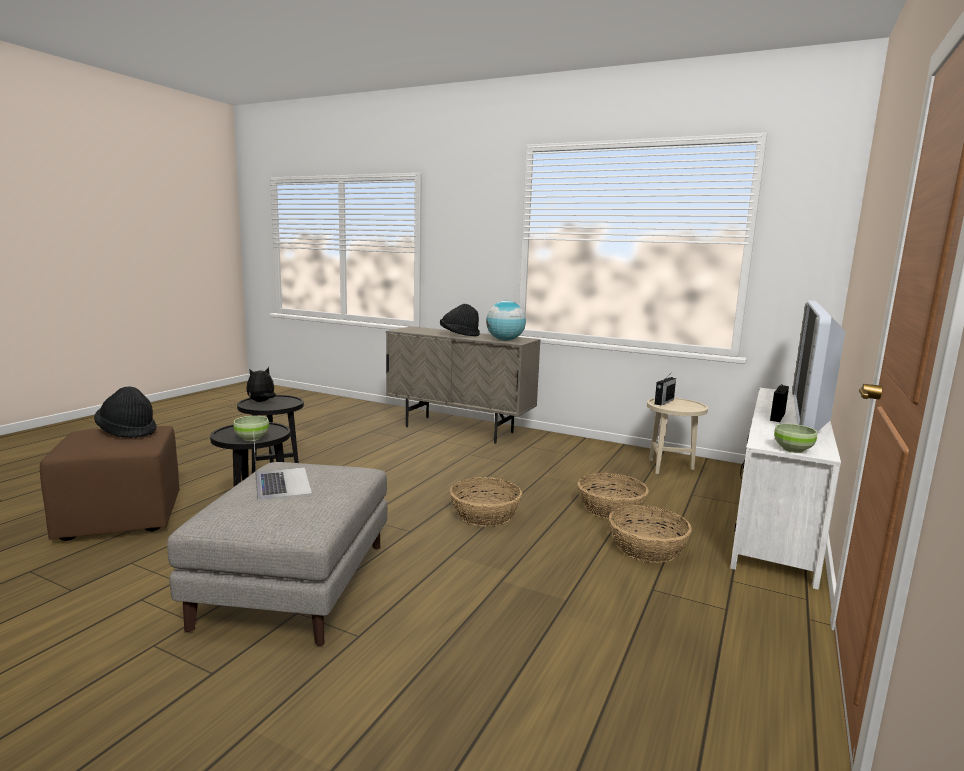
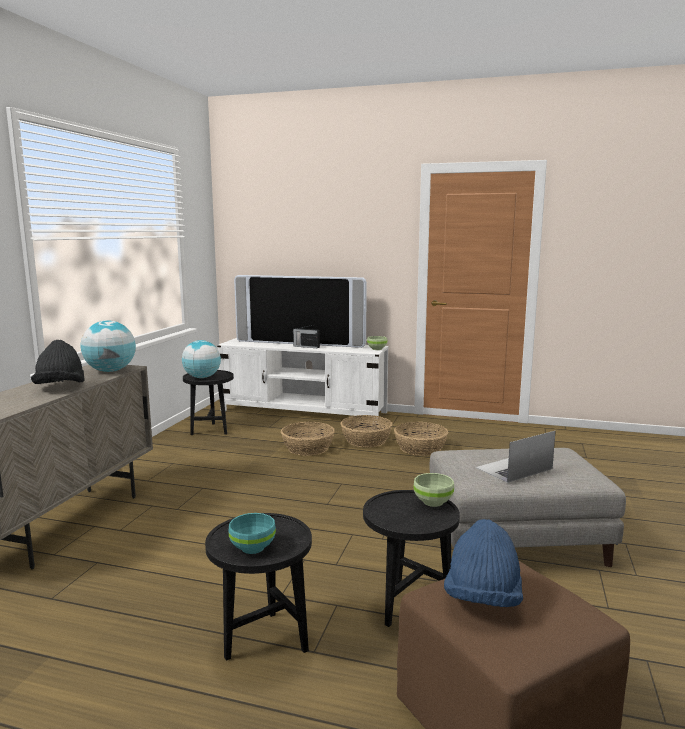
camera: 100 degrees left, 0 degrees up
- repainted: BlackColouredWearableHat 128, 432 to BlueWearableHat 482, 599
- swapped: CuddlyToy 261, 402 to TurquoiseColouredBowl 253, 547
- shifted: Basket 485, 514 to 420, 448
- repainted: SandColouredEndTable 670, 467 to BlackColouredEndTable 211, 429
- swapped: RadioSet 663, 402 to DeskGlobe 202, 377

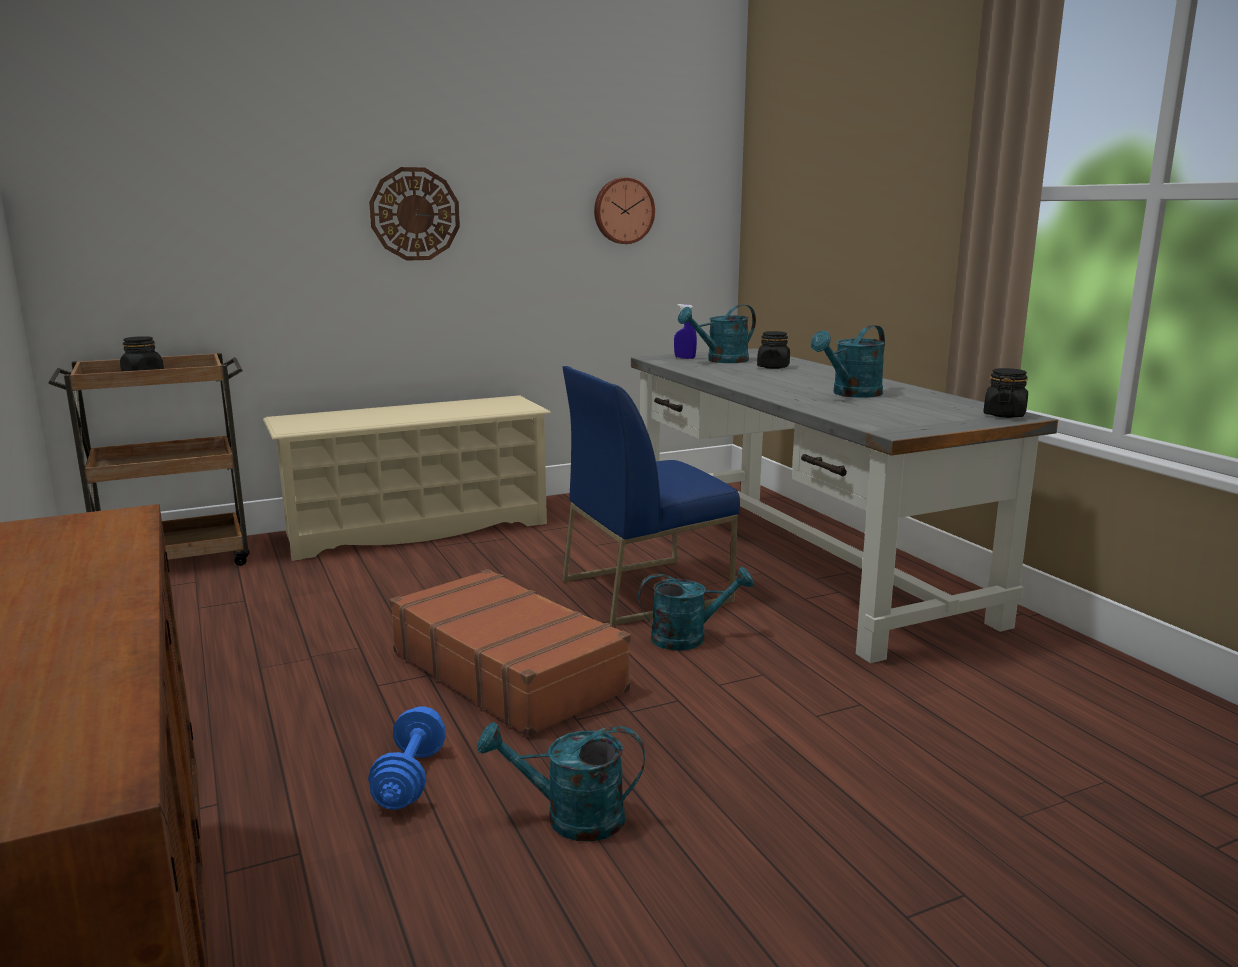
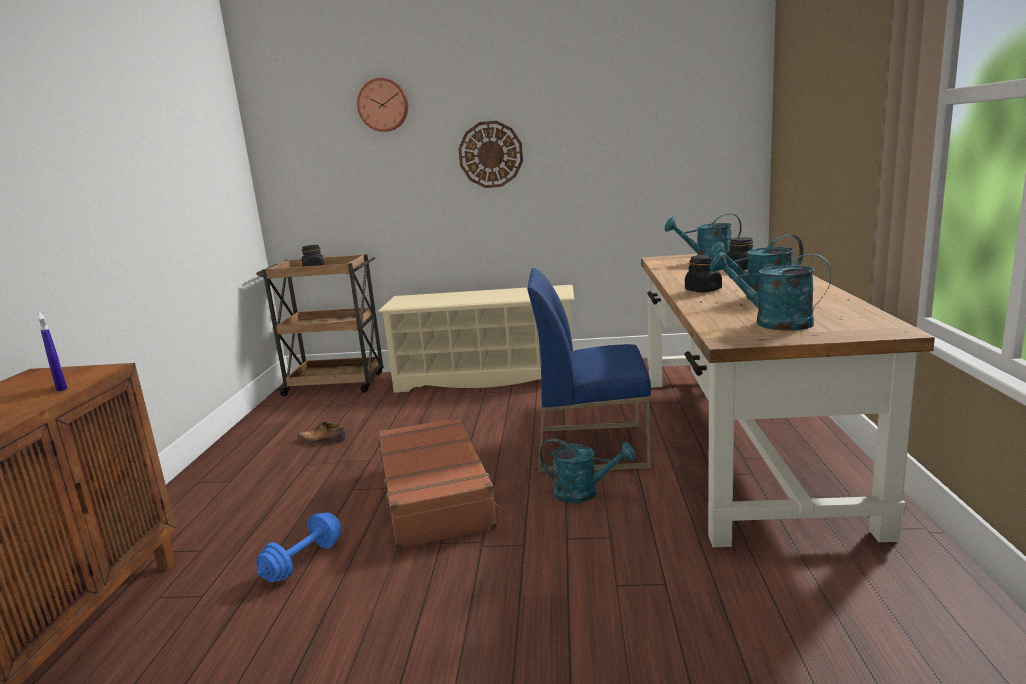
camera: 30 degrees right, 0 degrees up
- shifted: TurquoiseColouredWateringCan 570, 818 to 772, 323
- shifted: WallClock 623, 211 to 383, 105
- repainted: GrayDeskTable 799, 563 to BrownishDeskTable 742, 442
- shifted: BlueHandSprayer 684, 358 to 61, 387
- shifted: BlackColouredPreserveJar 1004, 415 to 703, 290
- new: ItemOfFootwear 323, 440

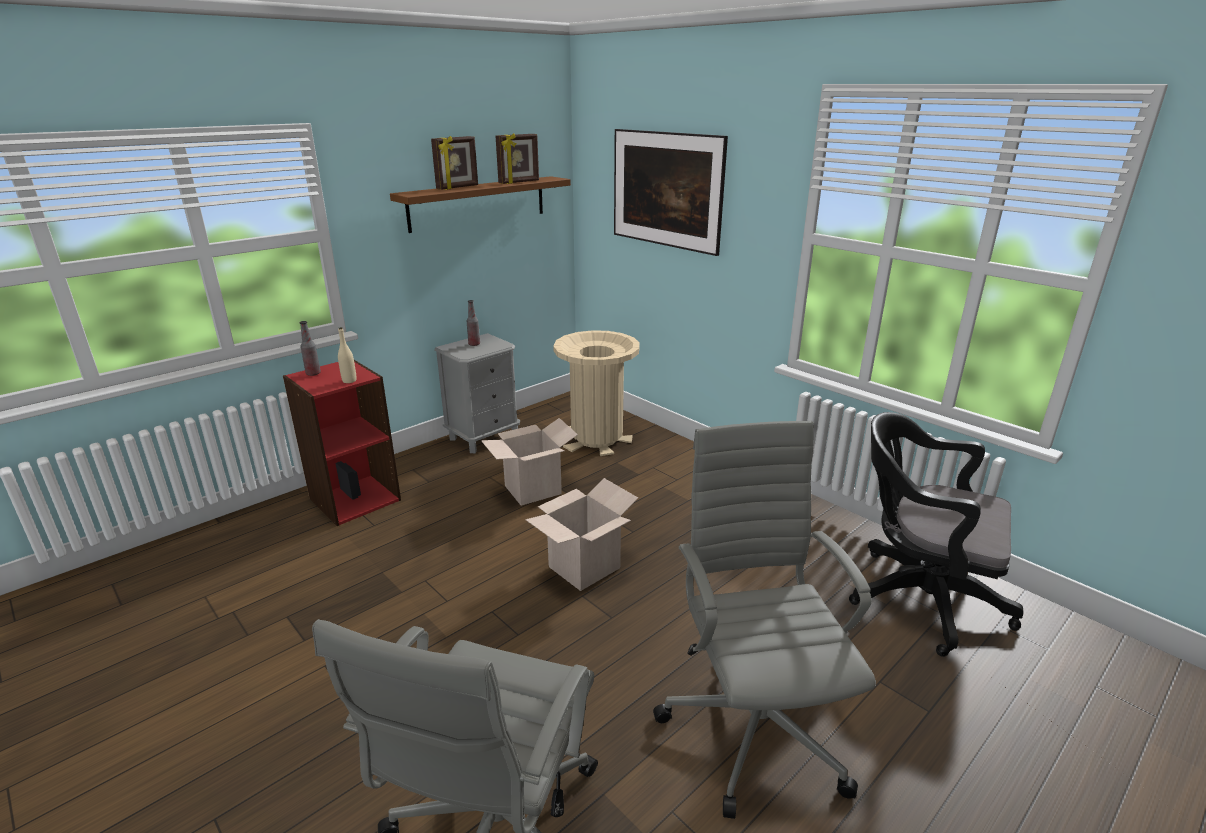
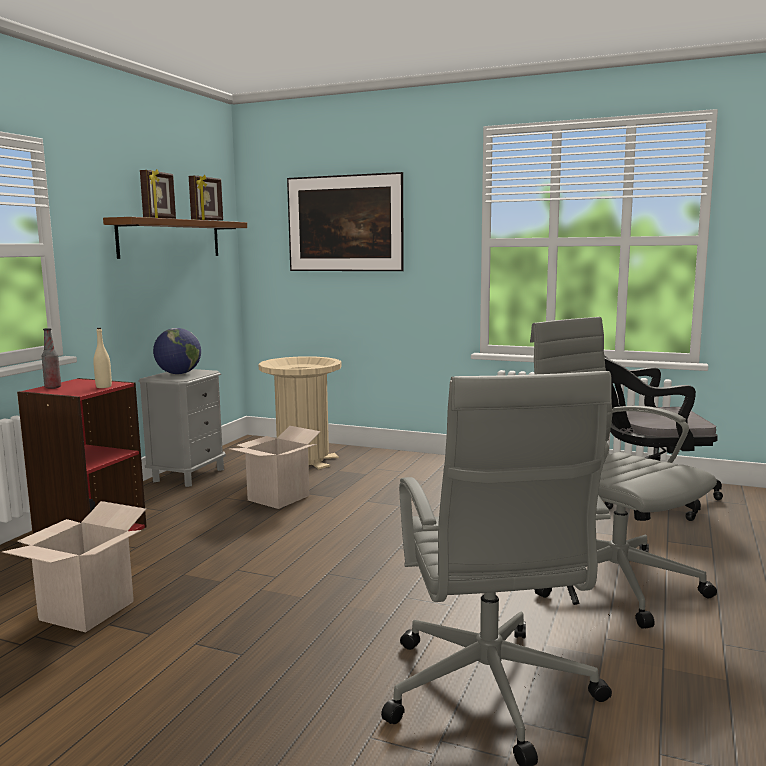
camera: 25 degrees left, 15 degrees down
- swapped: Bottle 474, 344 to DeskGlobe 178, 374
- shifted: PackingBox 584, 567 to 86, 611

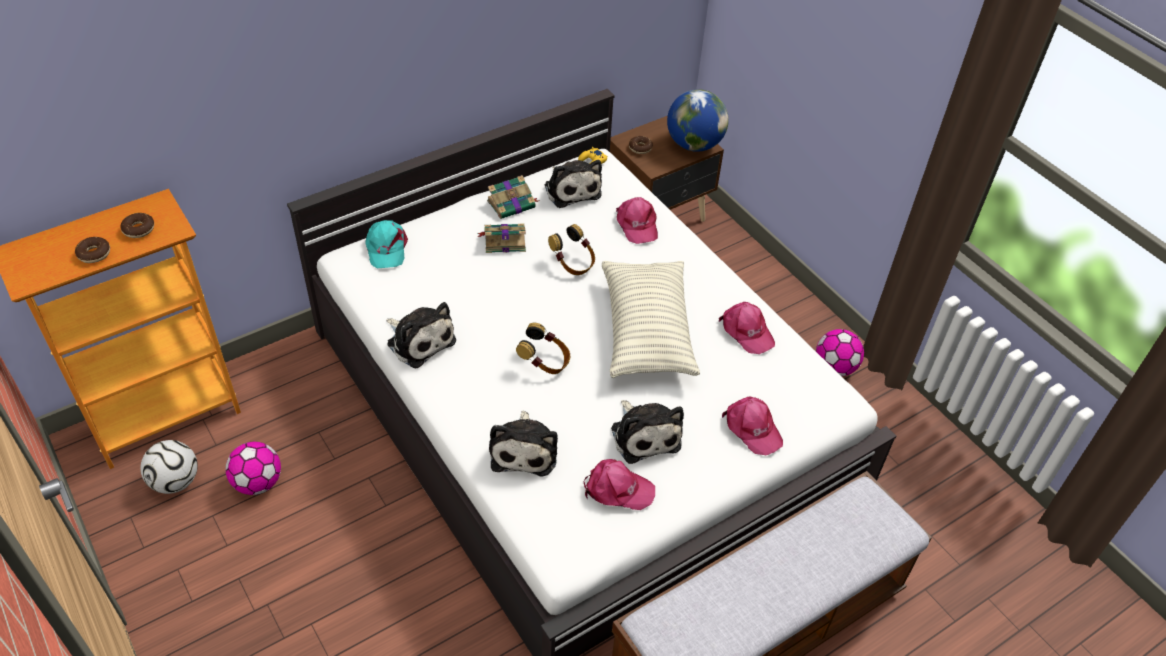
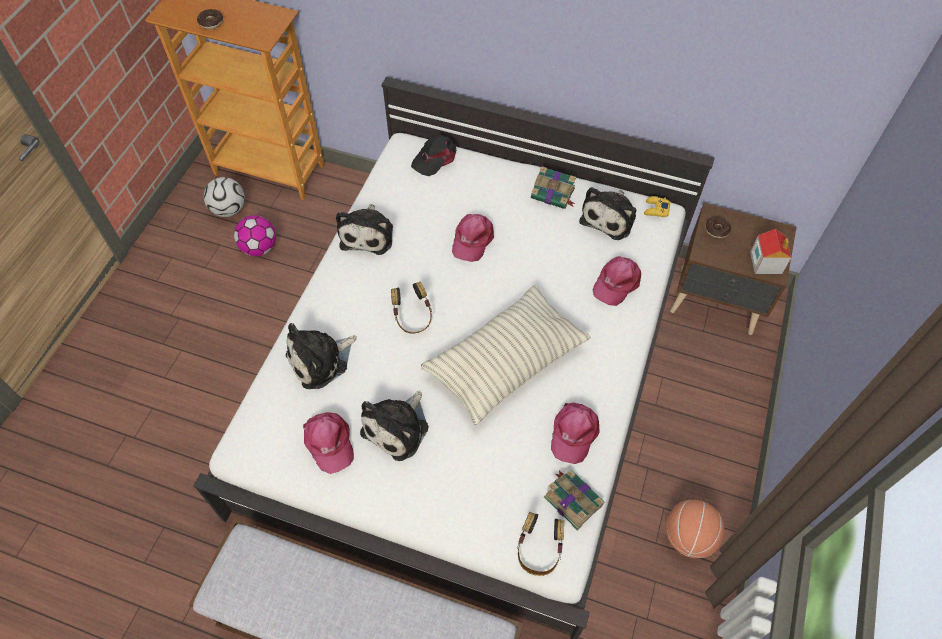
camera: 55 degrees right, 10 degrees up
- gone: RingDoughnut 139, 229
- repainted: TurquoiseColouredBaseballCap 386, 248 to BlackColouredBaseballCap 435, 158
- shifted: Book 503, 240 to 572, 499
- shifted: Headphones 573, 263 to 538, 551
- swapped: DeskGlobe 694, 145 to MiniatureHouse 765, 262
- shifted: PinkishBaseballCap 752, 428 to 472, 239
- swapped: BallForFootball 834, 367 to BasketballBall 688, 536

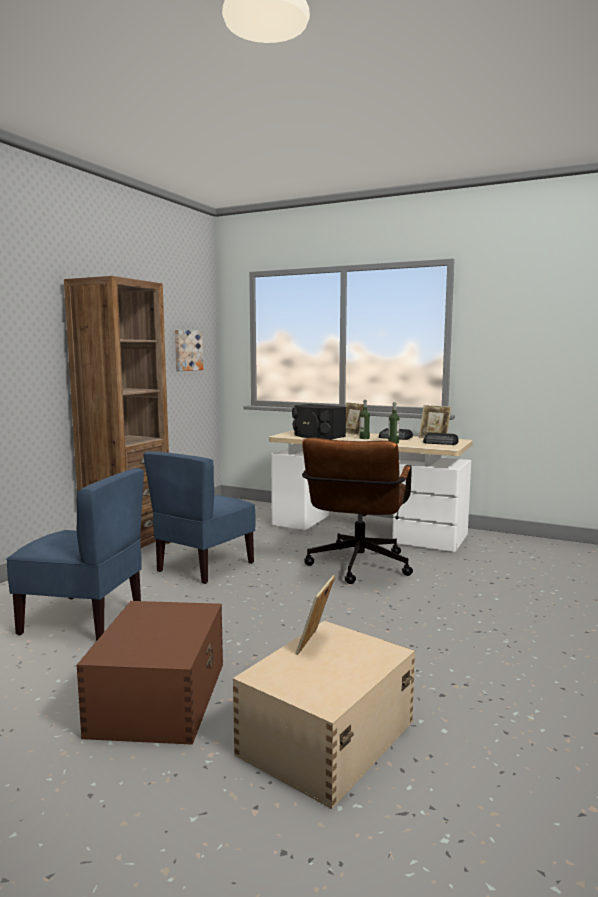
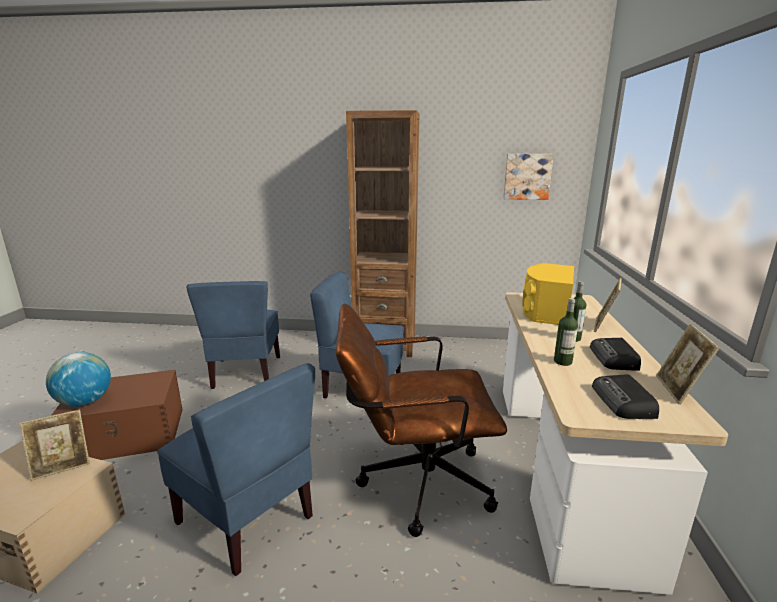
camera: 70 degrees right, 10 degrees up
- repainted: BlackColouredAudioSpeaker 317, 436 to YellowColouredAudioSpeaker 545, 311
- rotated: PictureFrame 315, 643 = 62, 467 150 degrees clockwise
- new: DeskGlobe 85, 402
- new: BlueUprightChair 247, 518

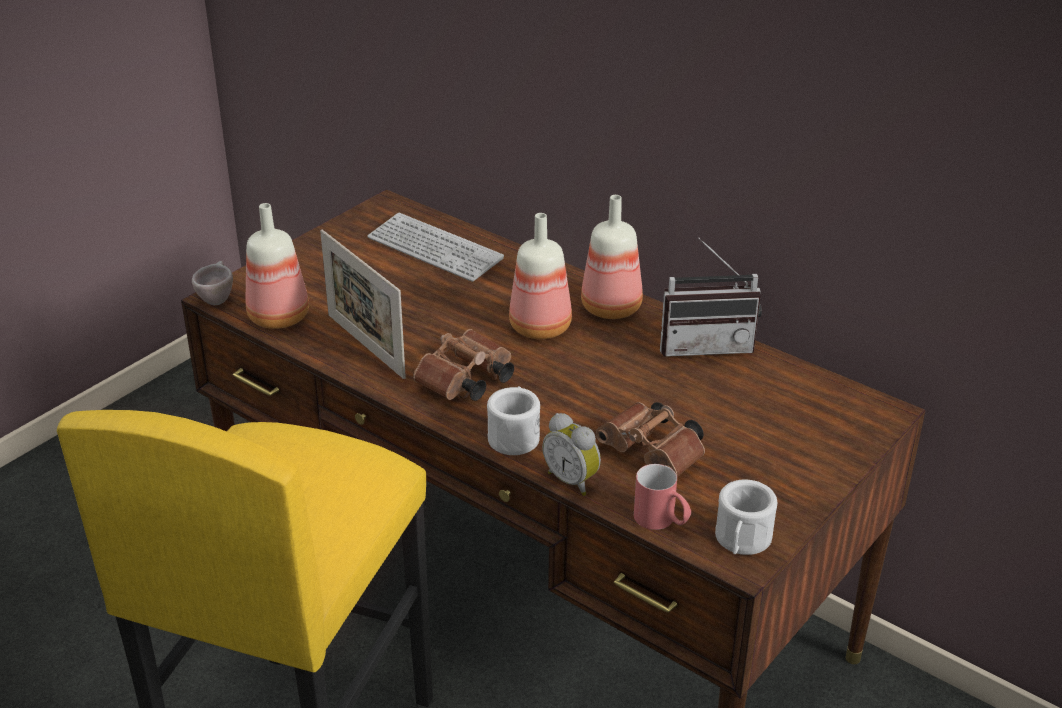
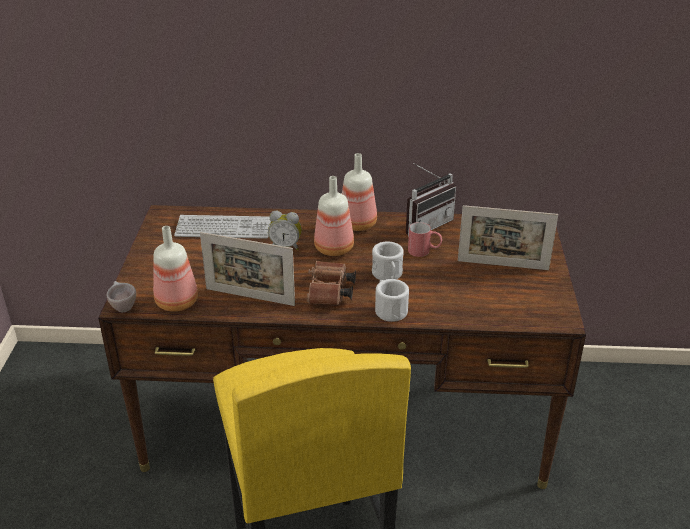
camera: 35 degrees left, 0 degrees up
- shifted: BedsideClock 573, 480 to 286, 246
- gone: BrownishBinoculars 655, 455
- shifted: RedColouredTeaMug 662, 522 to 424, 251
- shifted: WhiteTeaMug 741, 541 to 388, 275
- new: PictureFrame 502, 265

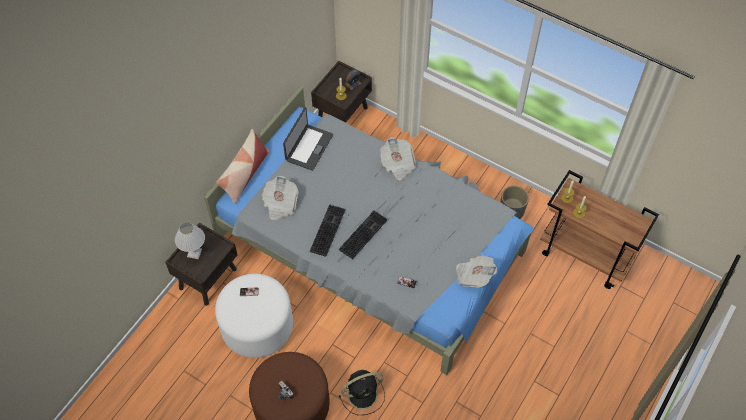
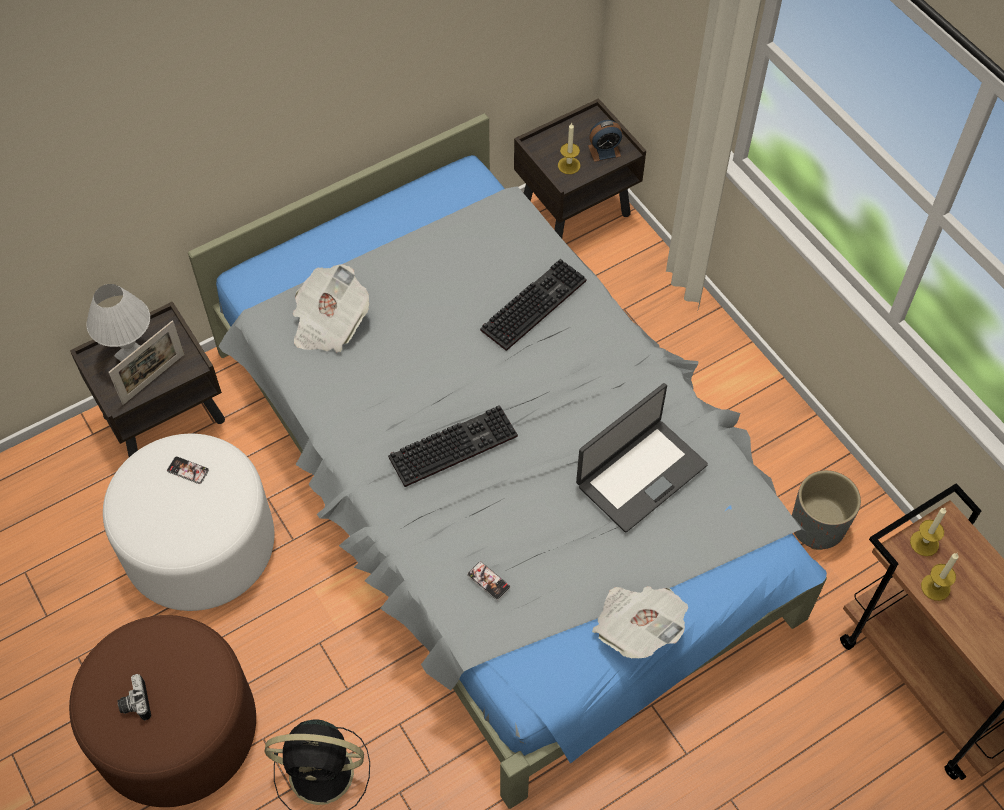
camera: 25 degrees right, 0 degrees up
- gone: Pillow 245, 175
- shifted: Laptop 308, 147 to 640, 474
- shifted: ComputerKeyboard 327, 229 to 533, 303
- gone: PrintedPaper 397, 164
- new: PictureFrame 153, 379

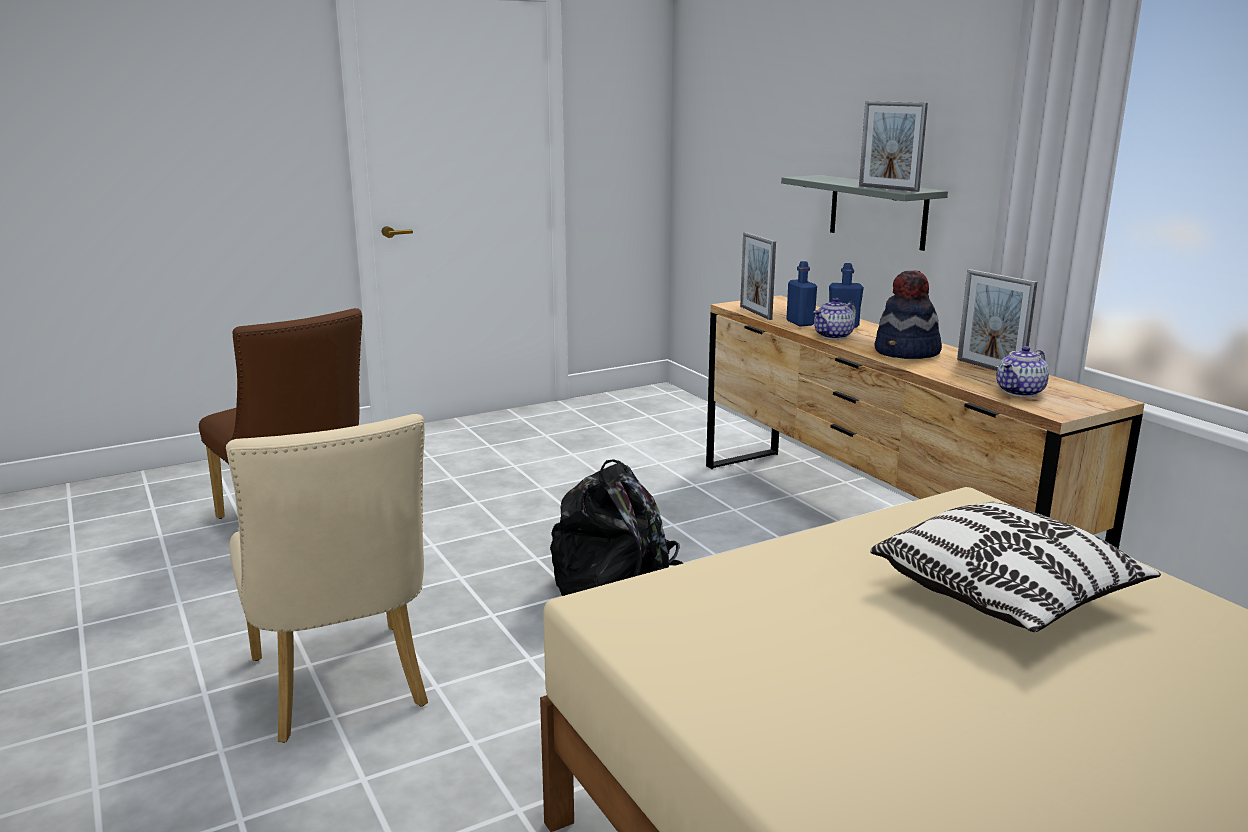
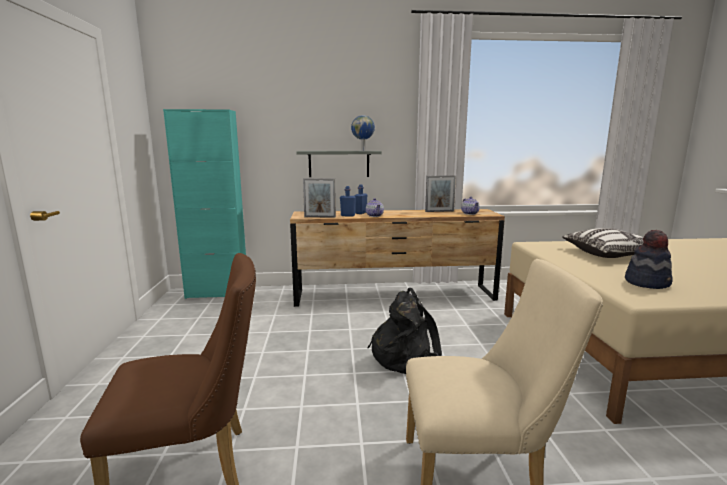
camera: 65 degrees left, 5 degrees down
- swapped: PictureFrame 888, 188 to DeskGlobe 363, 150
- shifted: WearableHat 907, 353 to 647, 283
- new: TurquoiseColouredStorageCabinet 217, 293

